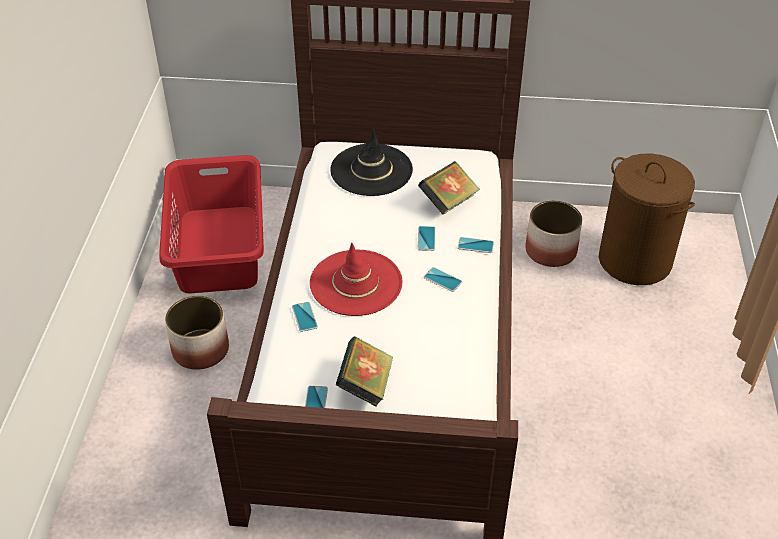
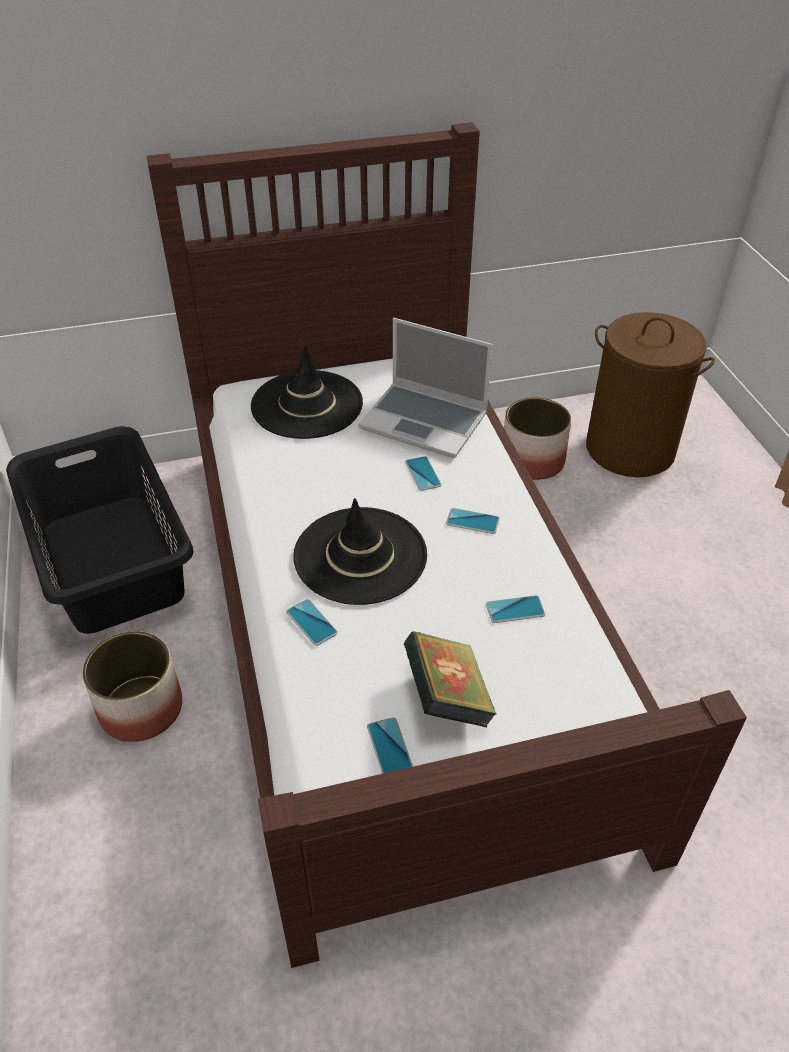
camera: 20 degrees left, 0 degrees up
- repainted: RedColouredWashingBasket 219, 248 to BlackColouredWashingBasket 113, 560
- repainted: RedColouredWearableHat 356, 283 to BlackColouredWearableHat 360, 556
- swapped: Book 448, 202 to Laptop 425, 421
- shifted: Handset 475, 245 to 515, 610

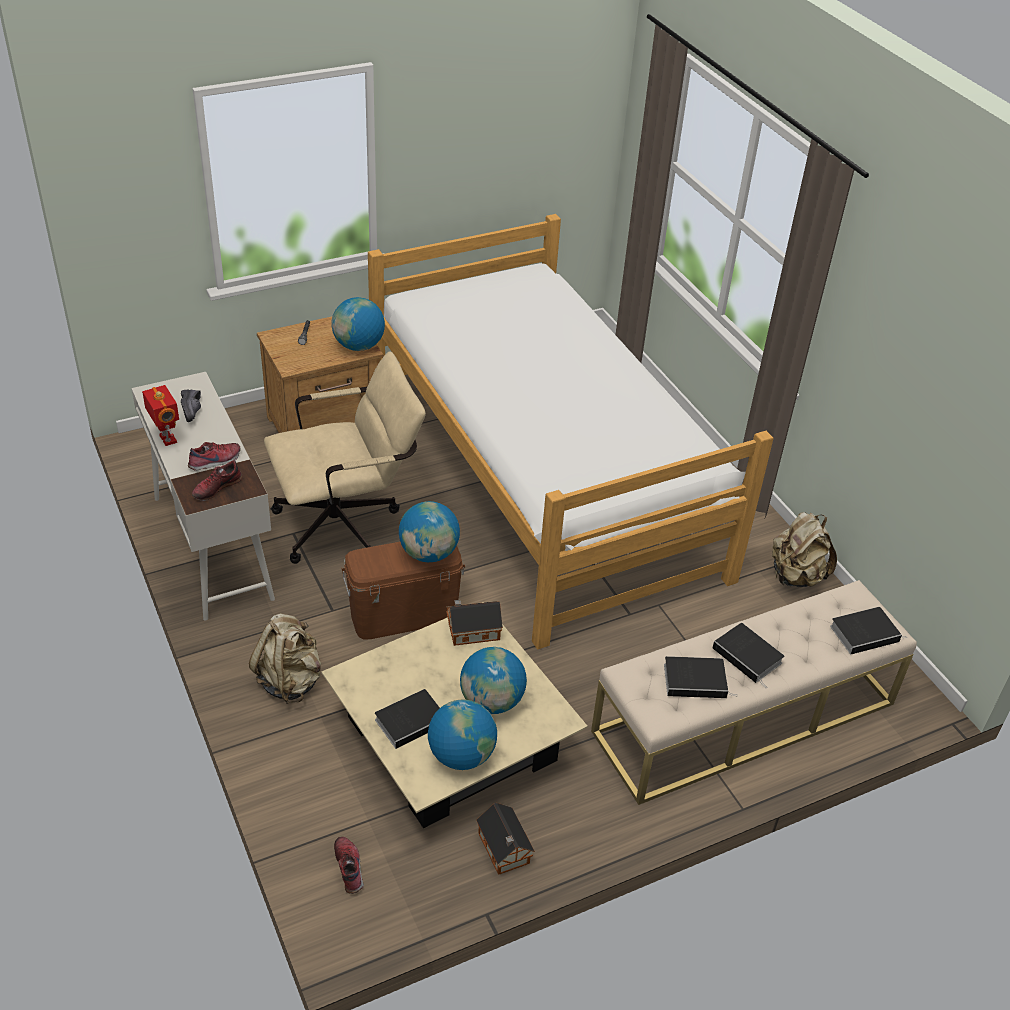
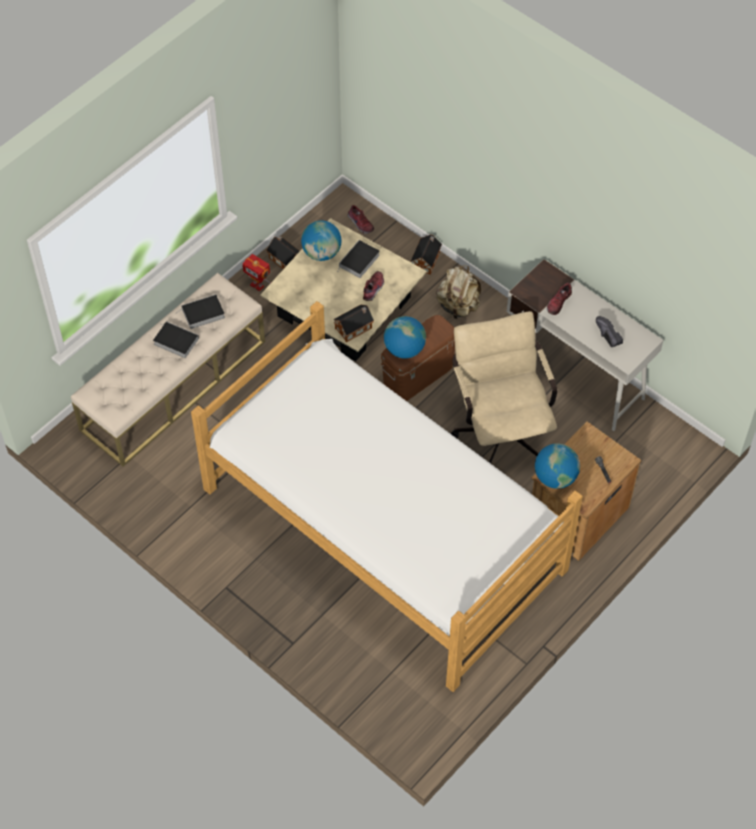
camera: 160 degrees right, 15 degrees up
- shifted: RobotFigure 166, 439 to 257, 285
- shifted: ItemOfFootwear 217, 487 to 374, 289
- rotated: SandColouredOfficeChair 347, 523 = 500, 431 120 degrees clockwise
- gone: DeskGlobe 492, 701
- gone: SandColouredRucksack 796, 576
- gone: Book 865, 633
- new: MiniatureHouse 426, 260

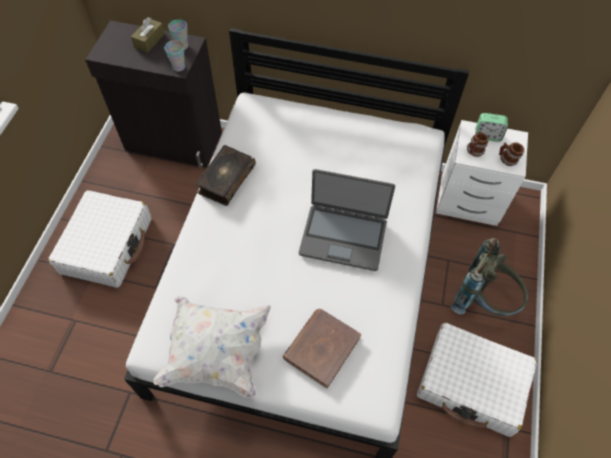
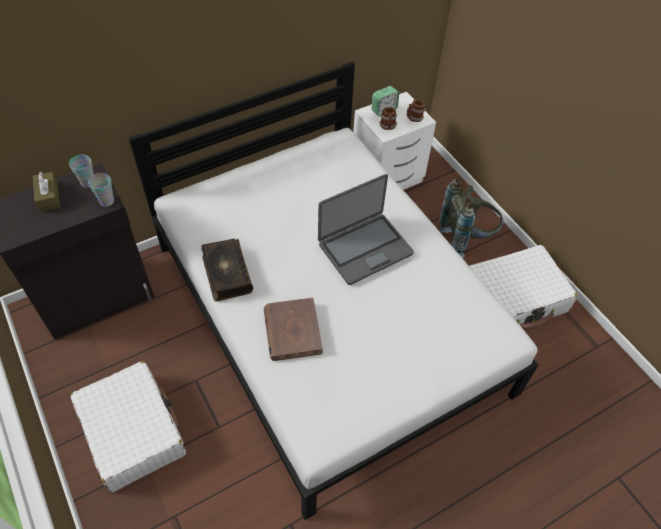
camera: 45 degrees left, 5 degrees down
- gone: WhitePillow 216, 352
- shifted: BrownishBook 321, 348 to 292, 331

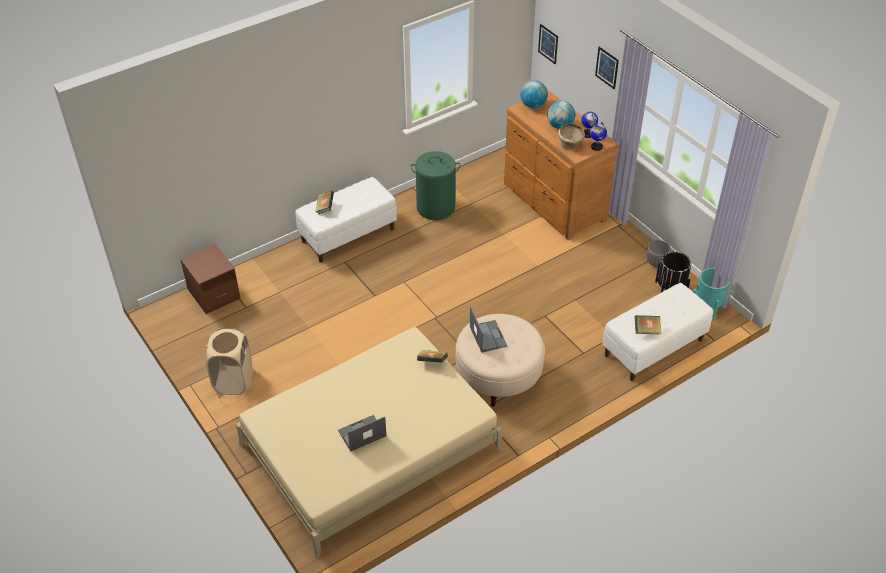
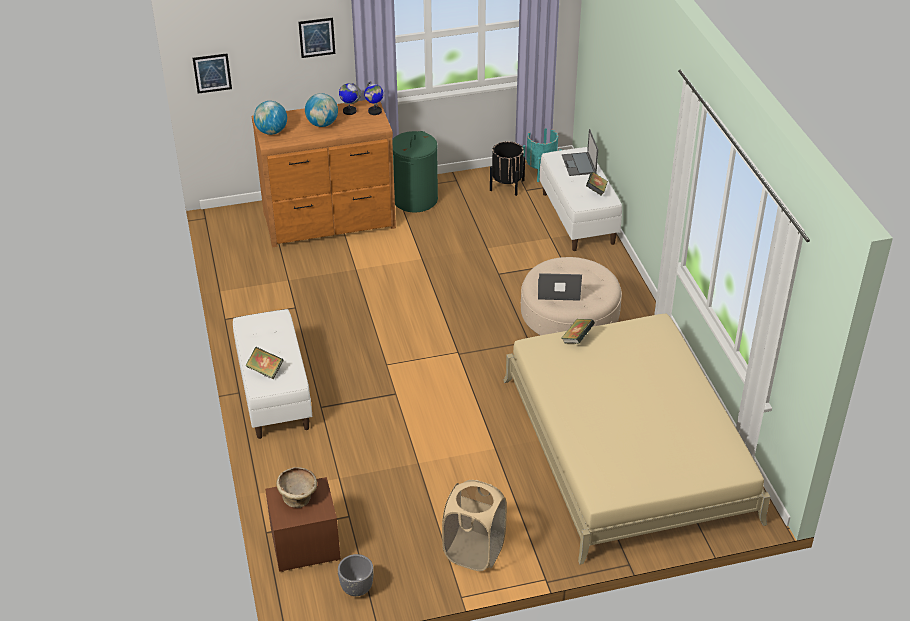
camera: 70 degrees left, 5 degrees down
- shifted: Laptop 361, 434 to 579, 164
- shifted: GreenWashingBasket 436, 207 to 415, 199
- shifted: SandColouredBowl 570, 145 to 298, 497
- shifted: GrayPlantPot 656, 263 to 357, 588

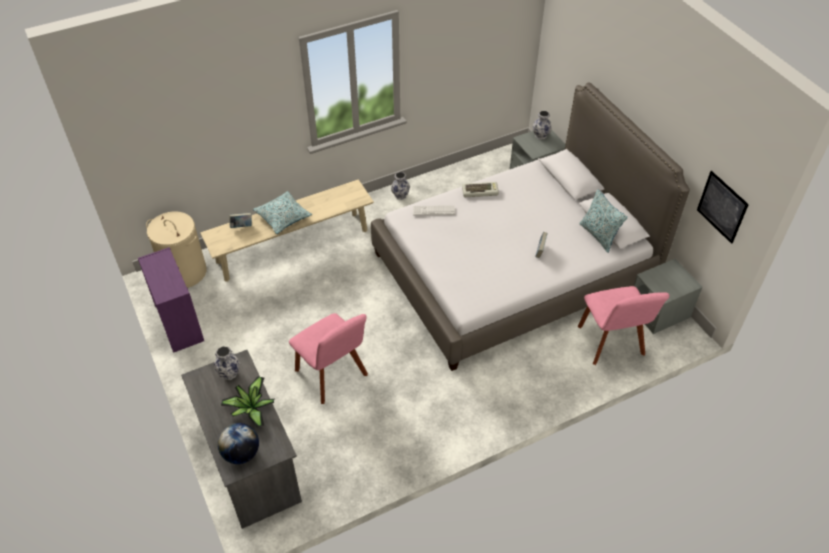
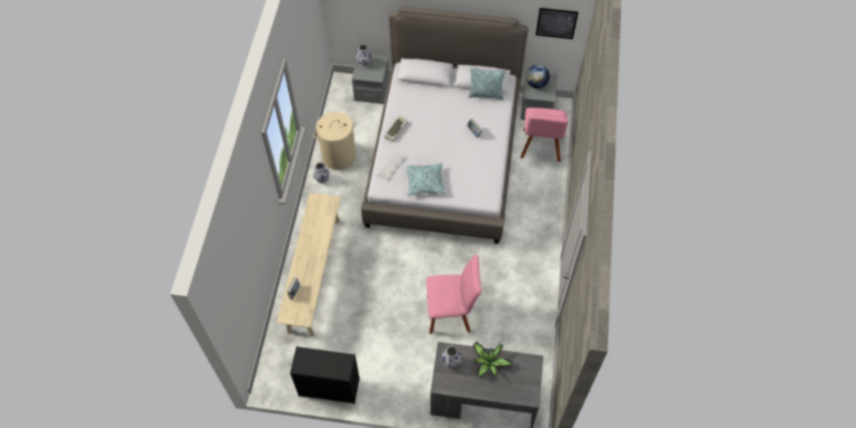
camera: 55 degrees left, 10 degrees up
- repainted: PurpleColouredChestOfDrawers 179, 322 to BlackColouredChestOfDrawers 328, 387
- shifted: SandColouredWashingBasket 184, 272 to 338, 156
- shifted: DeskGlobe 241, 453 to 536, 84
- shifted: Pillow 283, 217 to 425, 182
- rotated: PinkishUprightChair 611, 343 = 541, 147 75 degrees clockwise

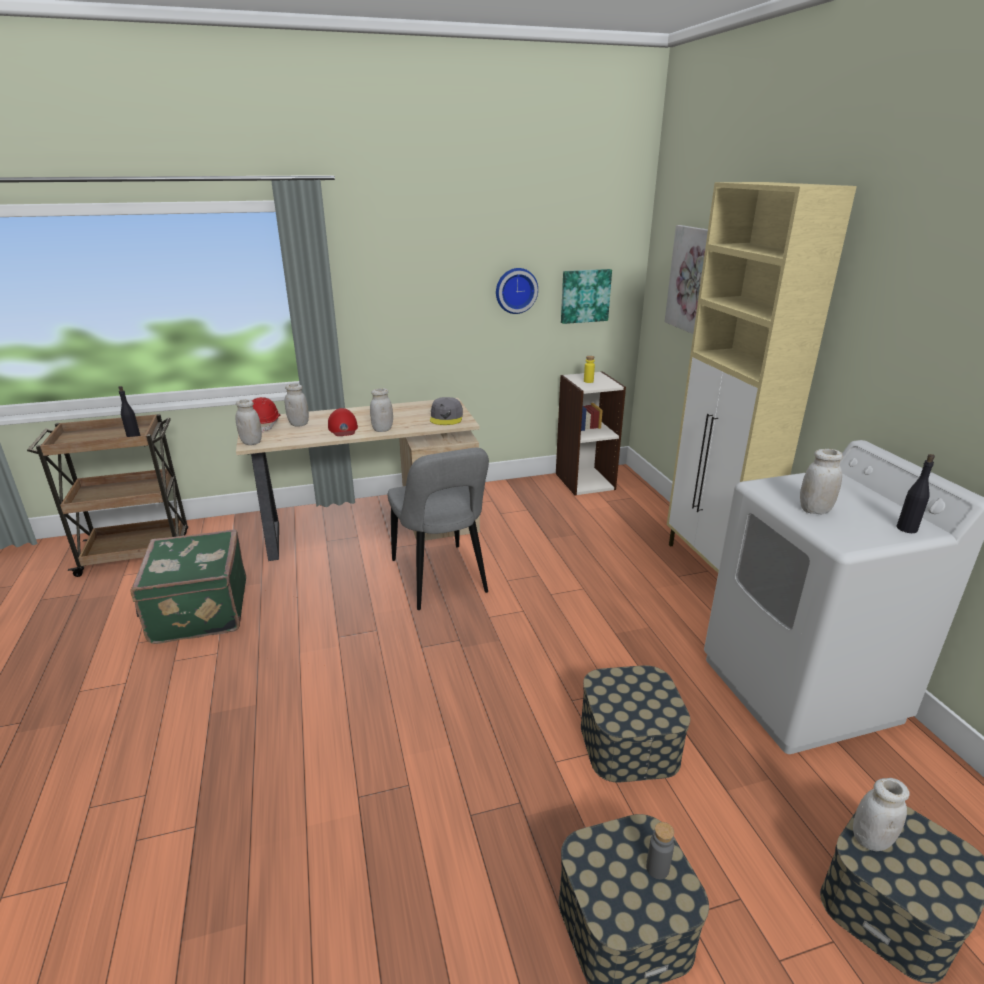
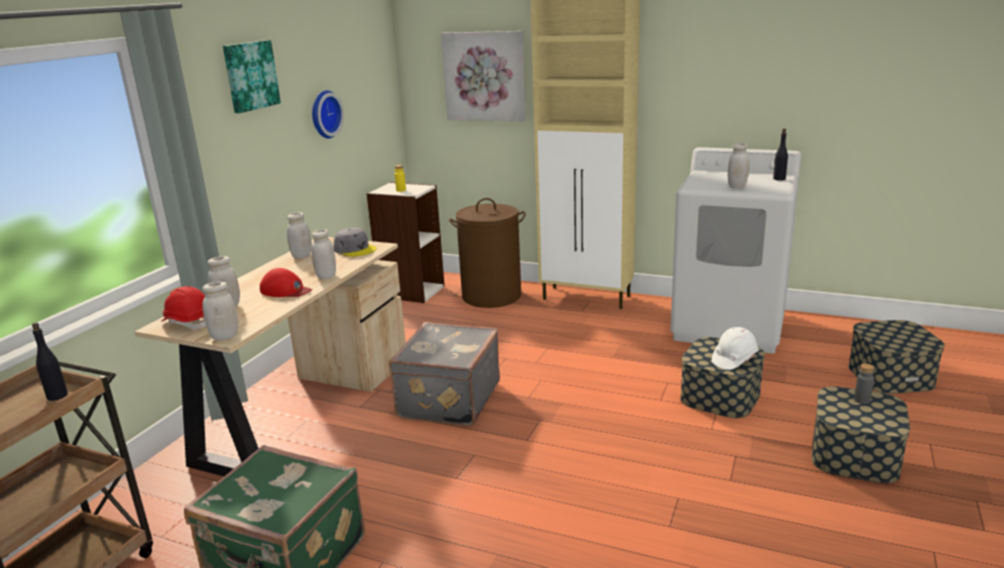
camera: 50 degrees left, 5 degrees down
- swapped: GrayUprightChair 440, 579 to GrayPieceOfLuggage 447, 400
- shifted: Picture 585, 296 to 250, 76
- shifted: WhitePreserveJar 870, 839 to 301, 256
- new: BrownishWashingBasket 491, 296
- new: WhiteWorkHelmet 734, 359

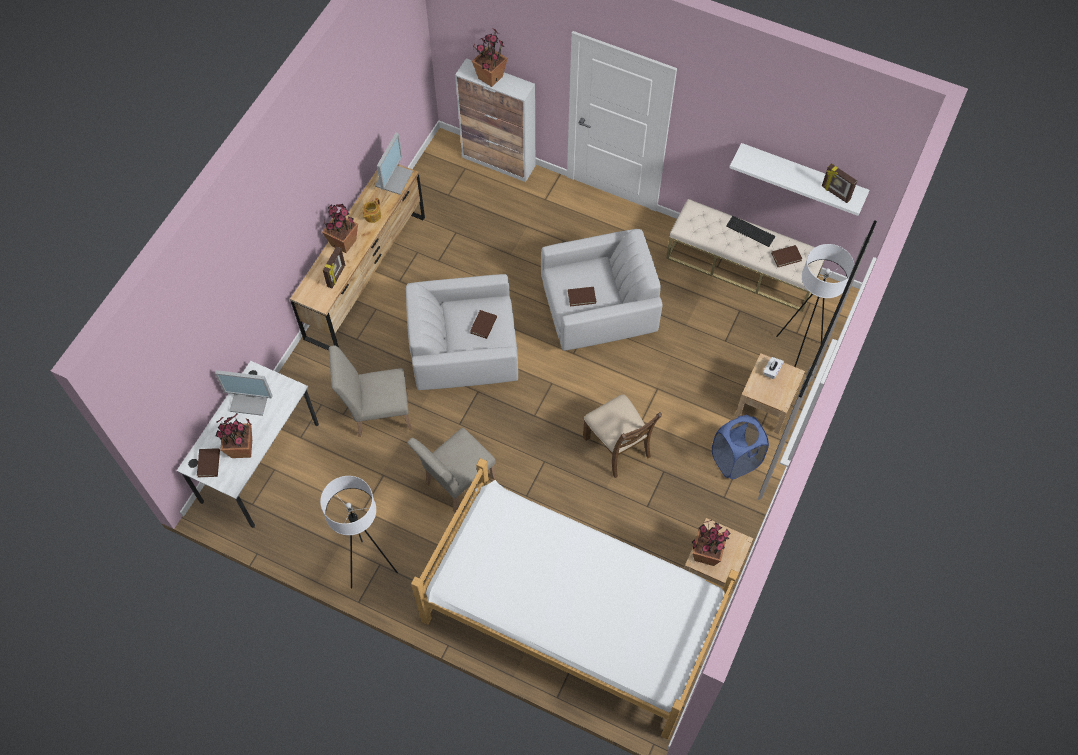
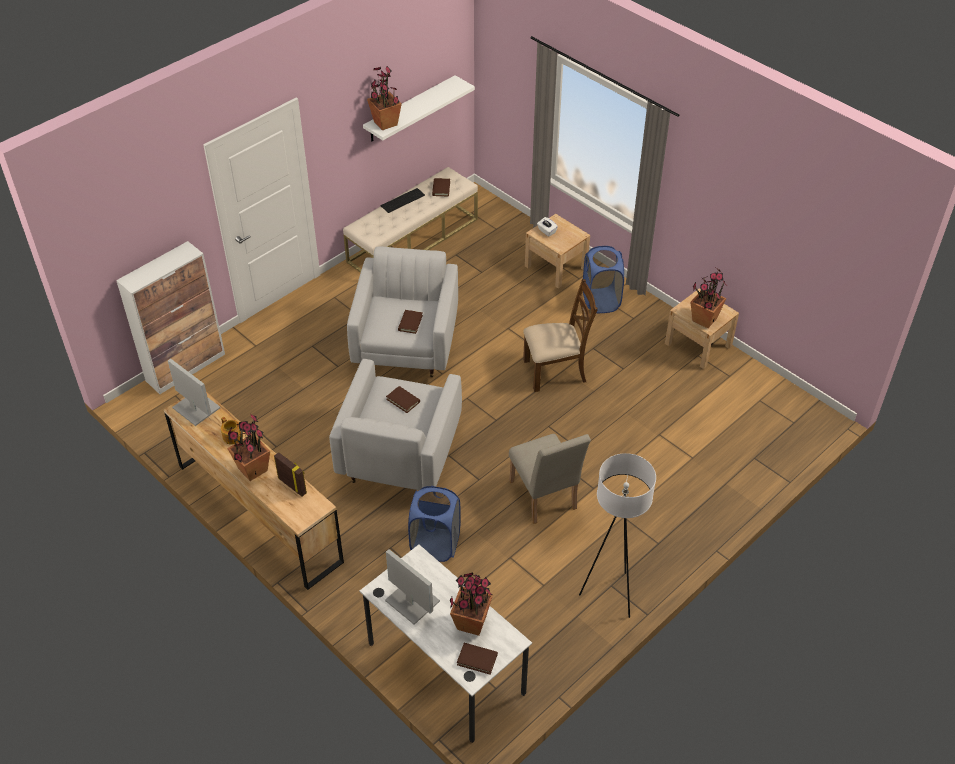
camera: 70 degrees left, 15 degrees down
- rotated: ComputerScreen 250, 399 = 411, 601 75 degrees counterclockwise
- swapped: SandColouredUprightChair 377, 414 to BlueWashingBasket 435, 544
- gone: BedroomBed 572, 617
- shifted: PottedPlant 490, 77 to 385, 123
- gone: WhiteFloorLamp 797, 351
- gone: PictureFrame 835, 193

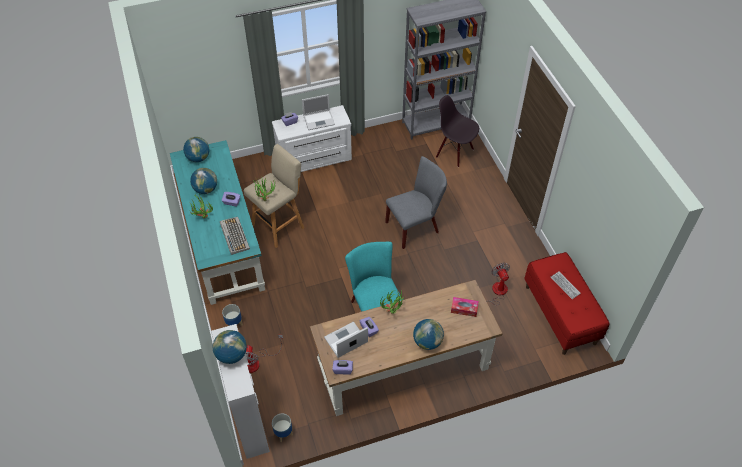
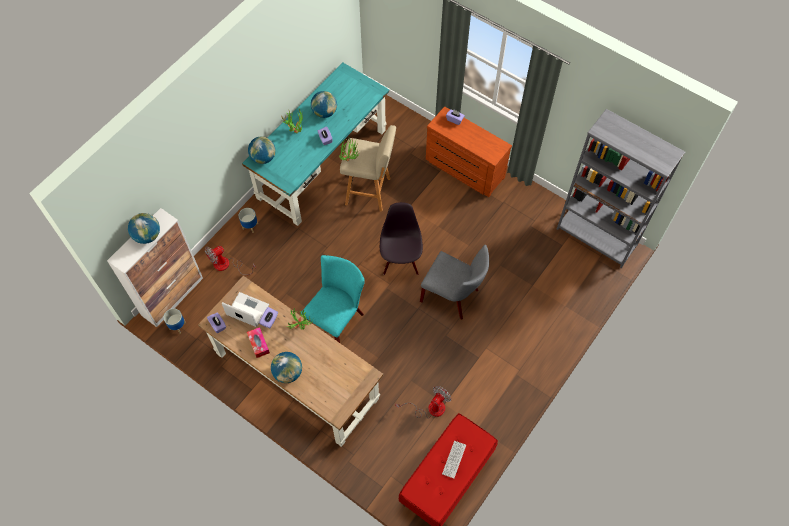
camera: 55 degrees right, 10 degrees up
- shifted: DeskGlobe 198, 158 to 263, 158
- gone: ComputerKeyboard 234, 235
- repainted: WhiteChestOfDrawers 315, 160 to BrownishChestOfDrawers 463, 169
- gone: Laptop 319, 120
- shifted: BlackColouredUprightChair 455, 152 to 400, 261
- shifted: TissueBox 464, 309 to 258, 344

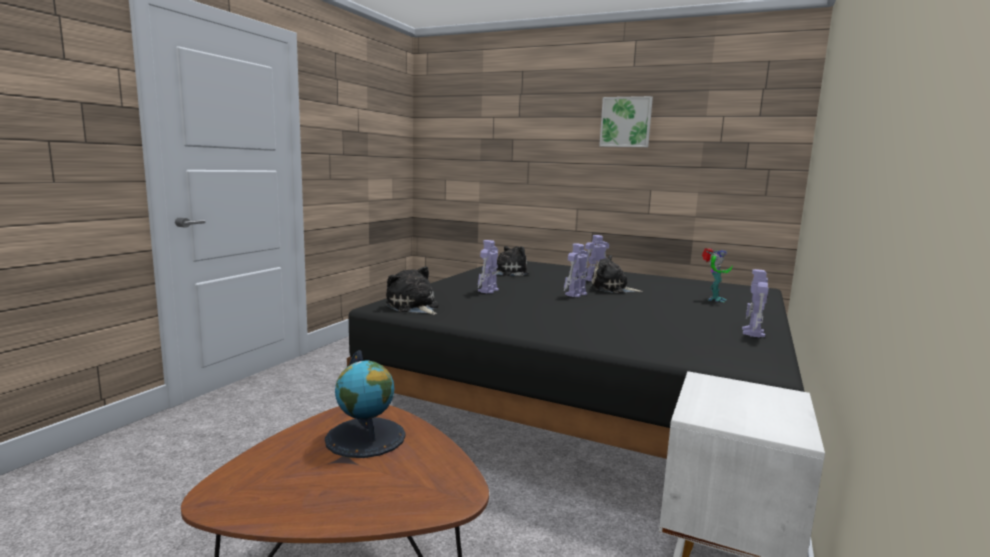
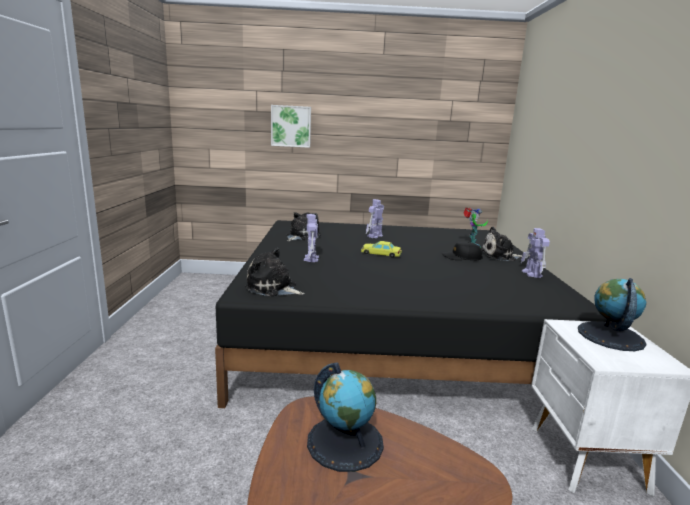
camera: 25 degrees left, 5 degrees up
- swapped: RobotFigure 575, 294 to YellowColouredModelCar 380, 253
- shifted: CuddlyToy 612, 289 to 500, 256
- shifted: Picture 626, 122 to 291, 126
- new: BlackColouredBaseballCap 461, 257
- new: DeskGlobe 610, 336

